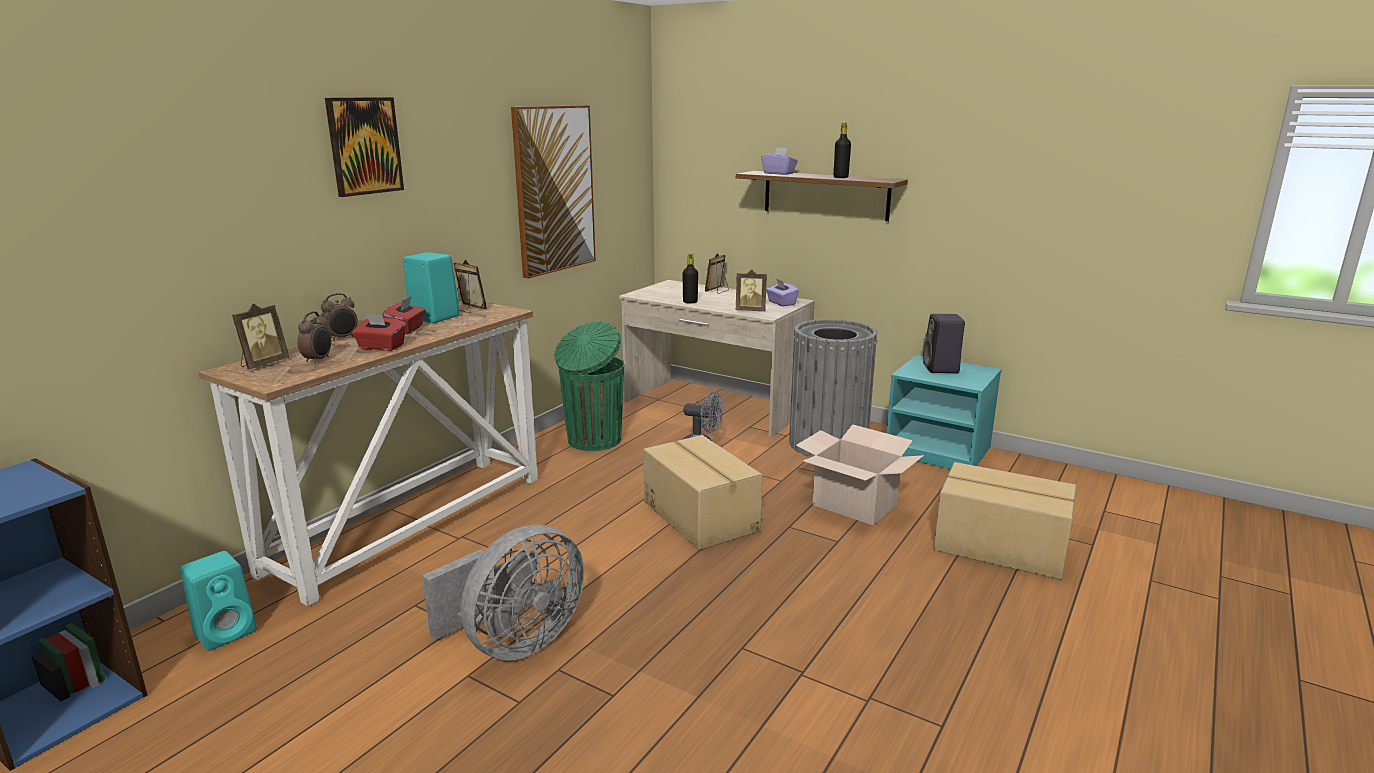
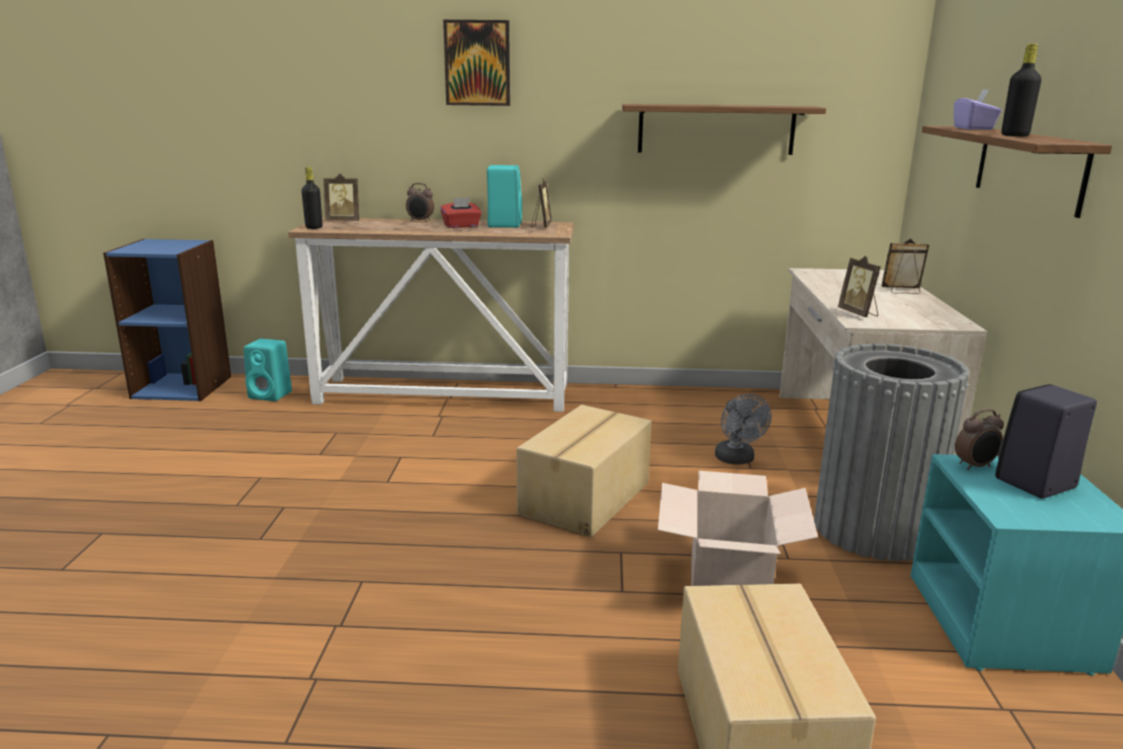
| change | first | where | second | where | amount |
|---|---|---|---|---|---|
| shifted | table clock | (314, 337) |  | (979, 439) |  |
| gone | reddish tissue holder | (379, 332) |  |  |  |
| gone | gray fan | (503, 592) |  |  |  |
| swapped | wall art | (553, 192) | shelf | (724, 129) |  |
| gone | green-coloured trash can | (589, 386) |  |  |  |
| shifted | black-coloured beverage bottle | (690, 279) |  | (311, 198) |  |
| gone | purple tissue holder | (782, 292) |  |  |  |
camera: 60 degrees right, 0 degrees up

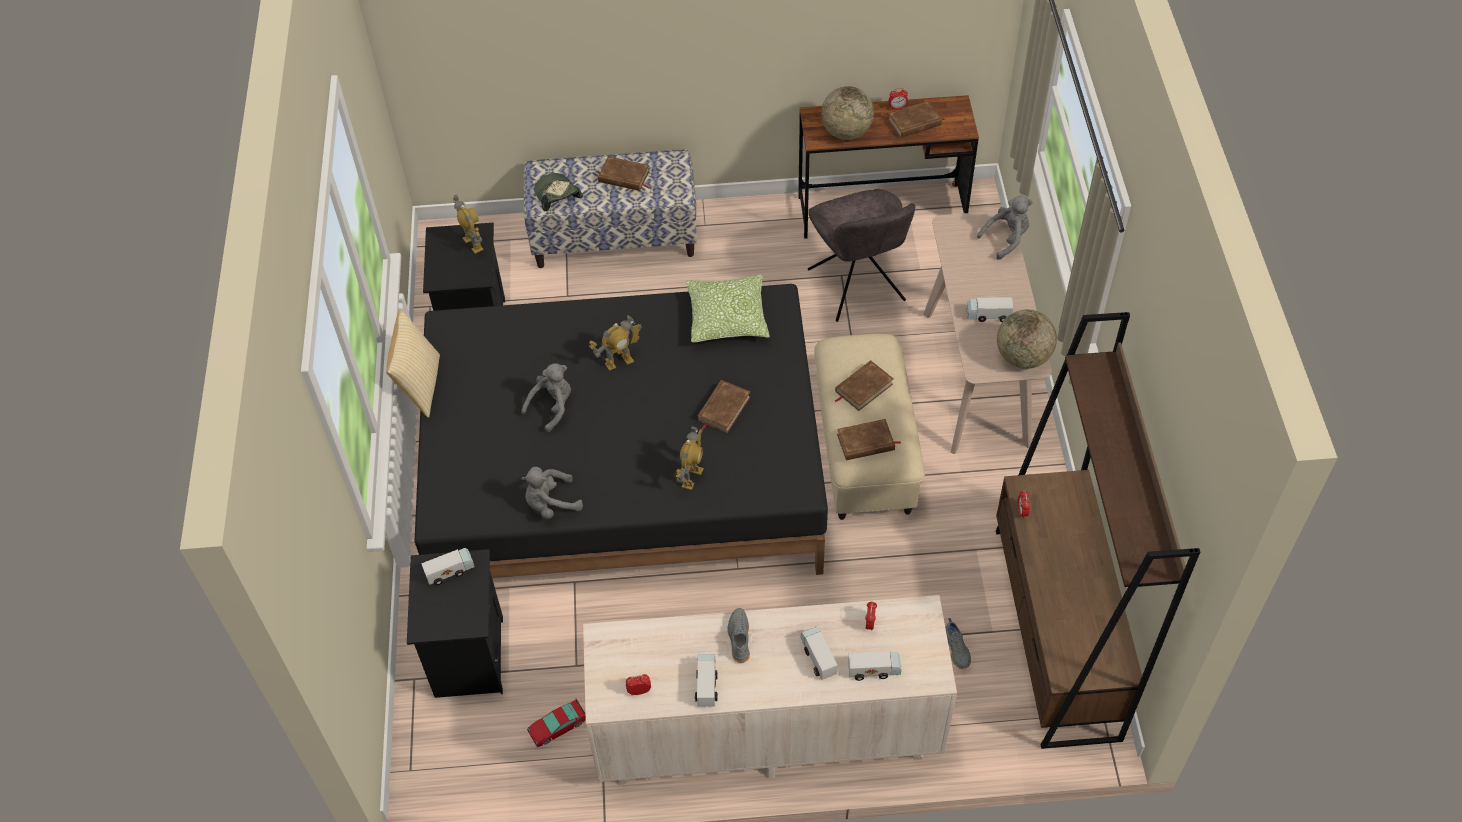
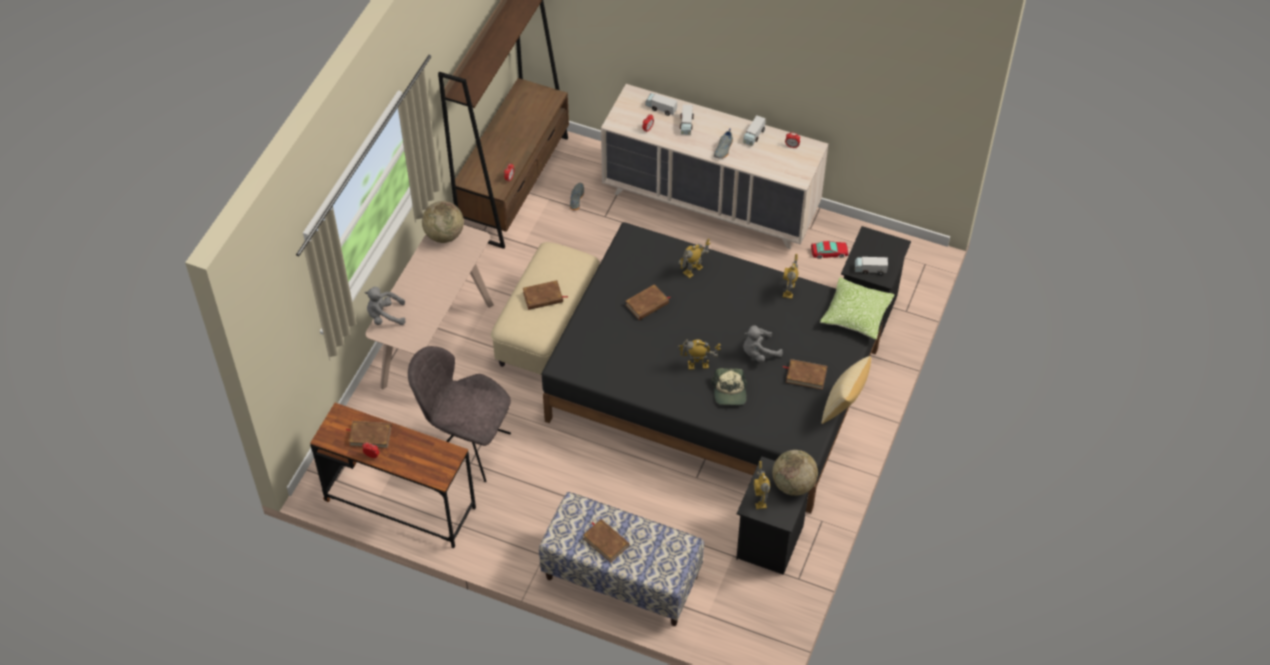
| change | first | where | second | where | amount |
|---|---|---|---|---|---|
| swapped | gray plush toy | (552, 493) | robot figure | (790, 276) |  |
| shifted | peaked cap | (558, 192) |  | (728, 386) |  |
| shifted | throw pillow | (728, 308) |  | (857, 308) |  |
| rotated | gray upright chair | (861, 255) |  | (459, 414) | 75 degrees counterclockwise |
| shifted | desk globe | (847, 113) |  | (795, 473) |  |
| shifted | brown bound book | (869, 439) |  | (805, 374) |  |
| gone | model truck | (990, 309) |  |  |  |
camera: 155 degrees left, 0 degrees up

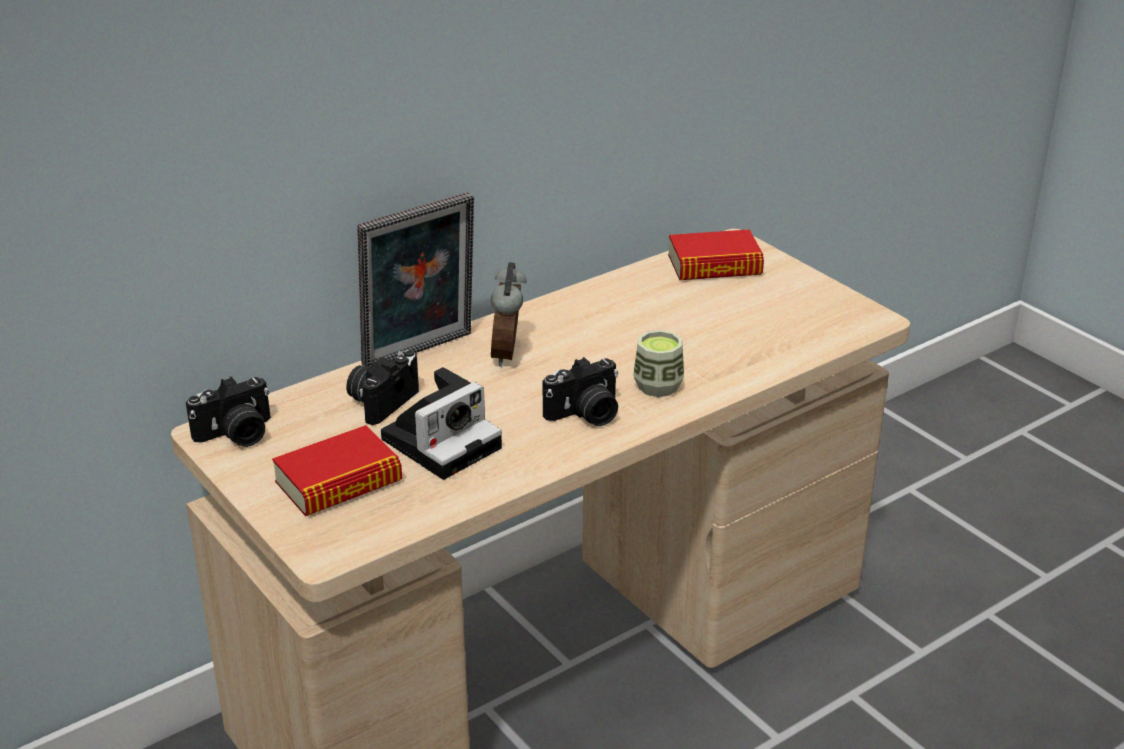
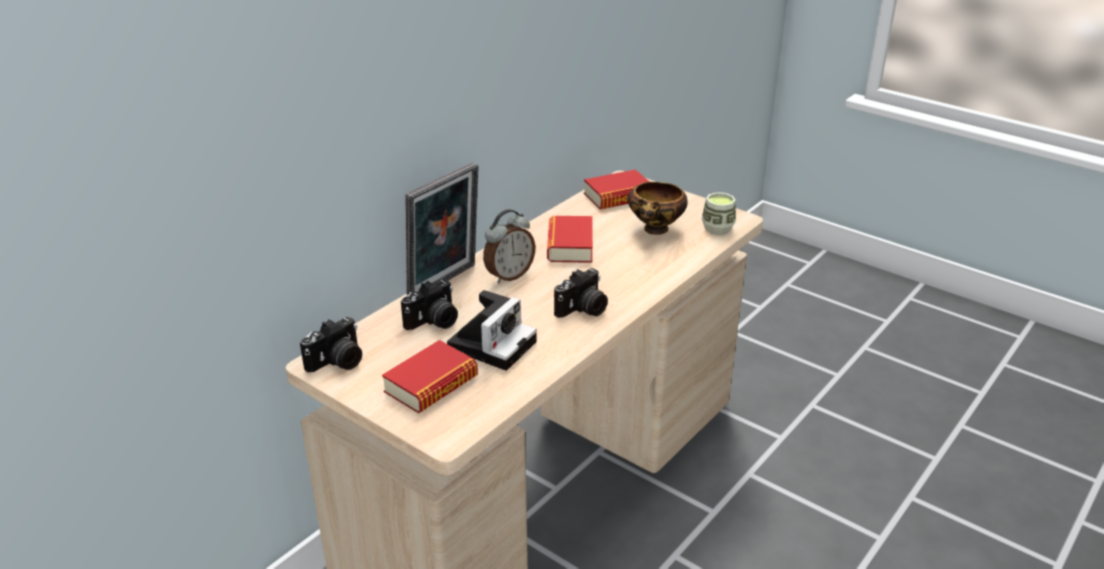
| change | first | where | second | where | amount |
|---|---|---|---|---|---|
| rotated | photo camera | (382, 387) |  | (429, 304) | 150 degrees counterclockwise |
| rotated | table clock | (508, 314) |  | (509, 246) | 120 degrees counterclockwise |
| shifted | drinking cup | (658, 363) |  | (719, 213) |  |
| new |  |  | bound book | (570, 239) |  |
| new |  |  | deep dish | (658, 208) |  |
camera: 15 degrees left, 0 degrees up

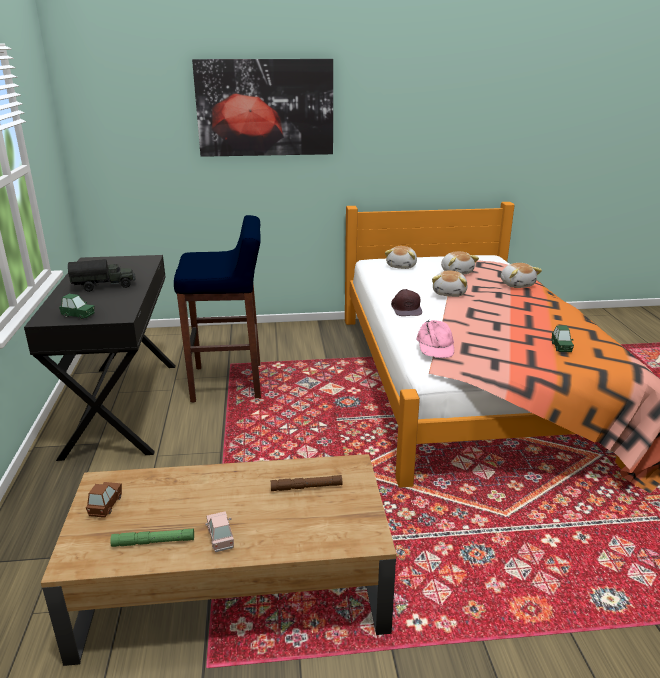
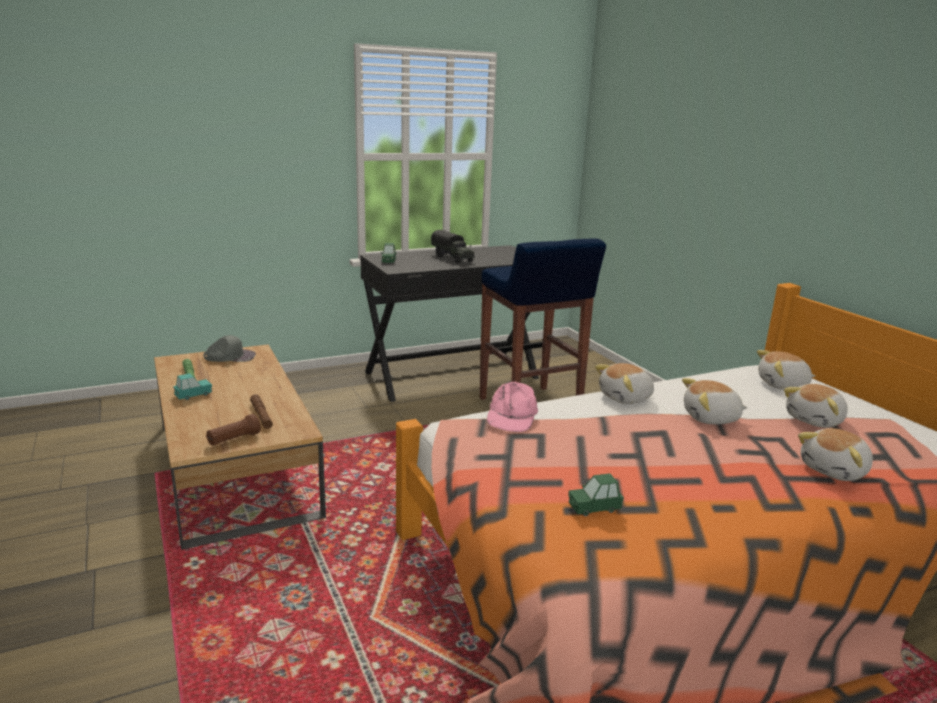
| change | first | where | second | where | amount |
|---|---|---|---|---|---|
| swapped | brown model car | (104, 500) | gray peaked cap | (229, 348) |  |
| gone | wall art | (262, 108) |  |  |  |
| repainted | pink-coloured model car | (219, 531) | turquoise model car | (192, 386) |  |
| swapped | brown peaked cap | (406, 302) | plush toy | (624, 383) |  |
| rotated | pink-coloured peaked cap | (435, 338) |  | (512, 406) | 60 degrees counterclockwise |
| new |  |  | brown hand torch | (233, 429) |  |
camera: 70 degrees right, 5 degrees down

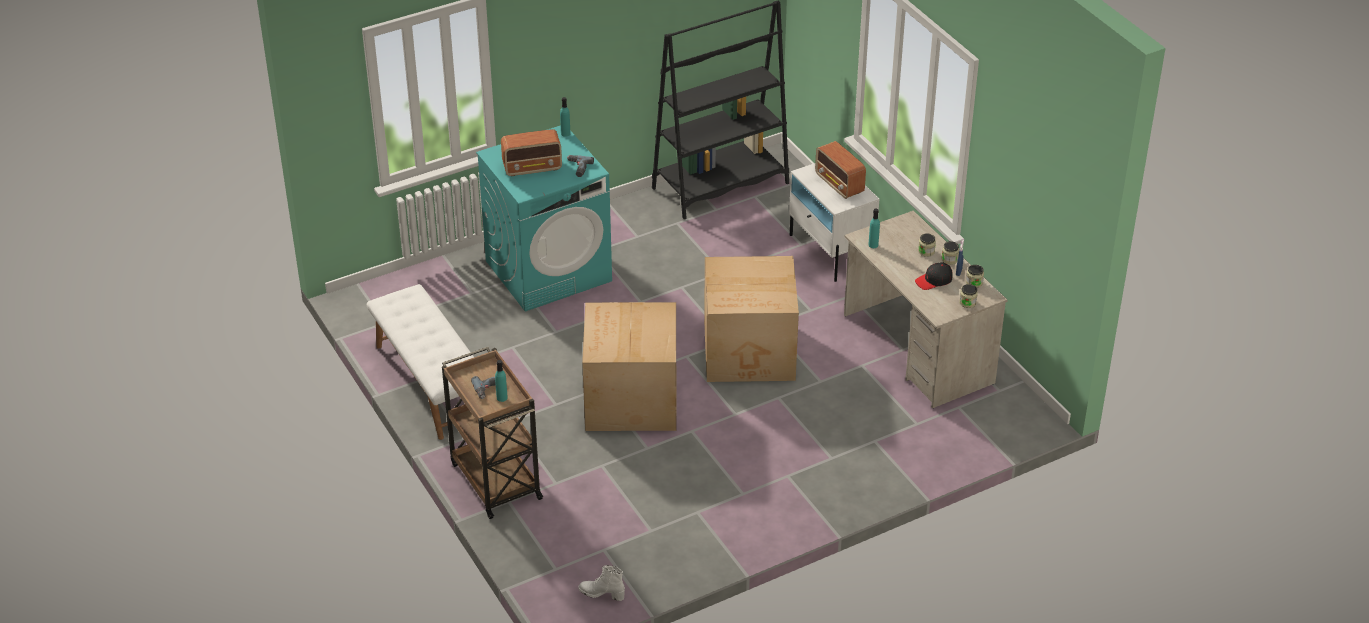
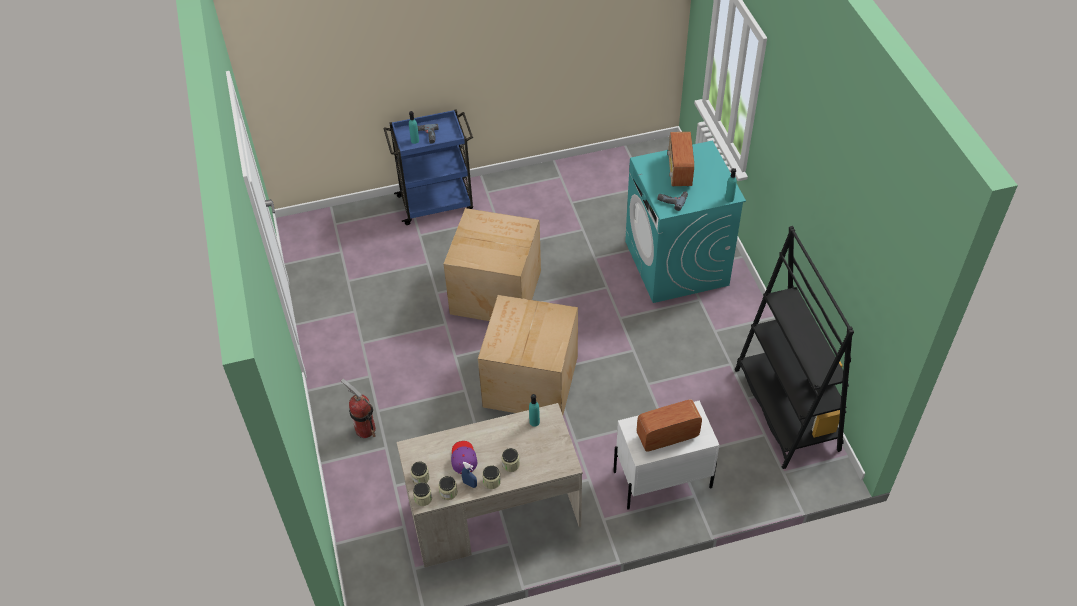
| change | first | where | second | where | amount |
|---|---|---|---|---|---|
| gone | white bench | (420, 362) |  |  |  |
| repainted | brown trolley | (492, 433) | bluish trolley | (428, 167) |  |
| gone | white boot | (601, 583) |  |  |  |
| repainted | black-coloured peaked cap | (933, 276) | purple peaked cap | (464, 457) |  |
| new |  |  | fire extinguisher | (358, 408) |  |
| new |  |  | preserve jar | (422, 494) |  |
camera: 105 degrees right, 10 degrees up

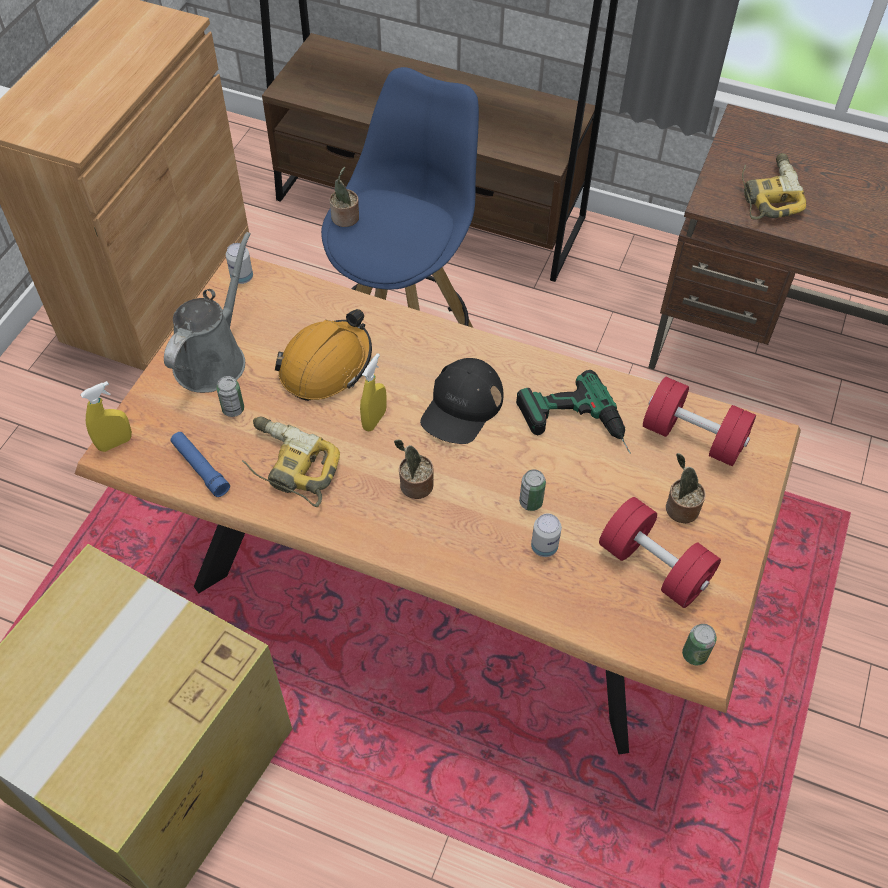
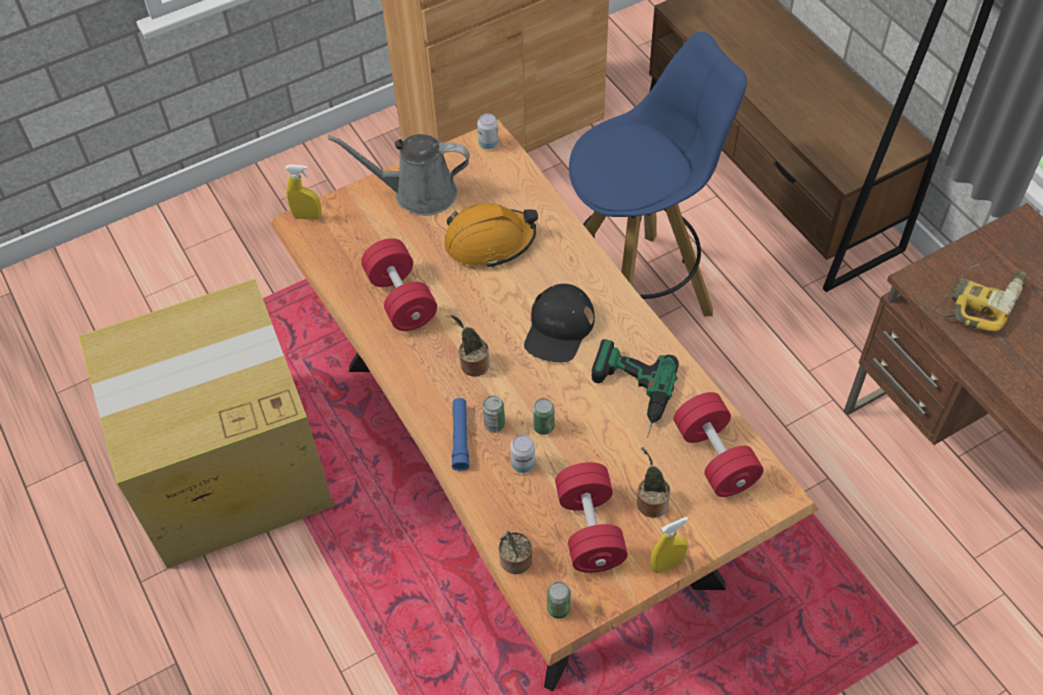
| change | first | where | second | where | amount |
|---|---|---|---|---|---|
| rotated | gray watering can | (207, 312) |  | (399, 175) | 150 degrees counterclockwise |
| shifted | bluish hand torch | (200, 464) |  | (460, 434) |  |
| shifted | sealed can | (230, 396) |  | (493, 414) |  |
| swapped | drill | (291, 461) | reddish dumbbell | (399, 284) |  |
| shifted | potted plant | (344, 197) |  | (515, 552) |  |
| shifted | yellowish hand sprayer | (373, 392) |  | (669, 545) |  |
| rotated | black-coloured peaked cap | (461, 401) |  | (559, 323) | 45 degrees counterclockwise |
camera: 40 degrees right, 0 degrees up

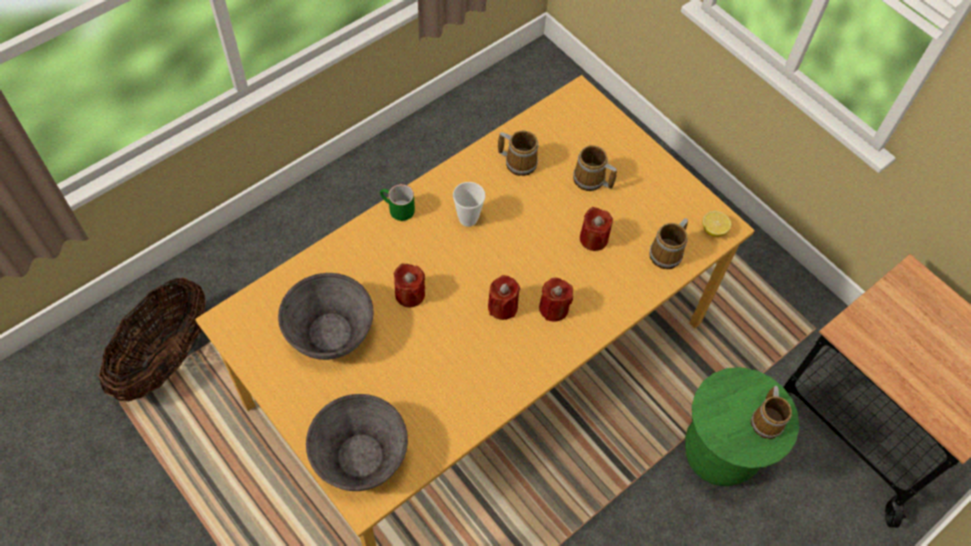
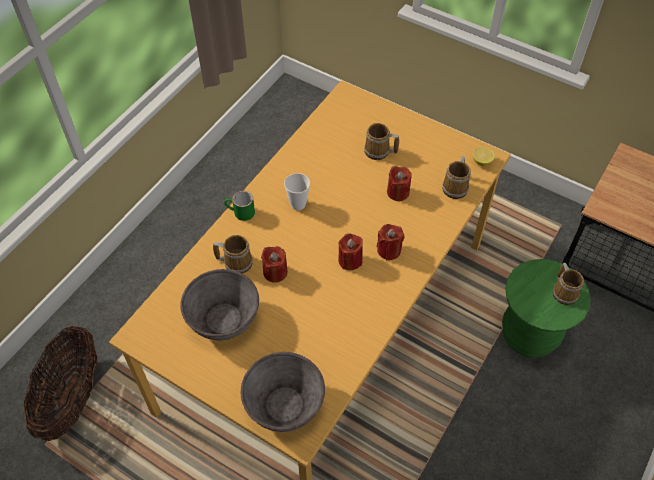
| change | first | where | second | where | amount |
|---|---|---|---|---|---|
| shifted | coffee mug | (518, 153) |  | (233, 254) |  |
camera: 15 degrees left, 5 degrees down

